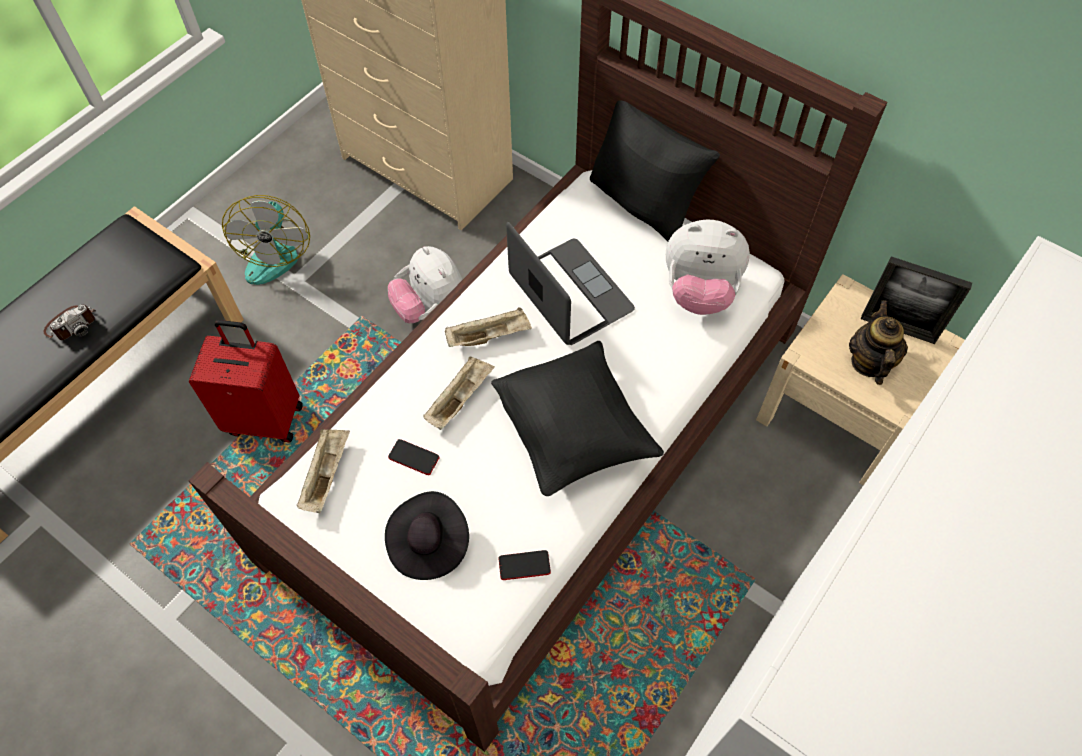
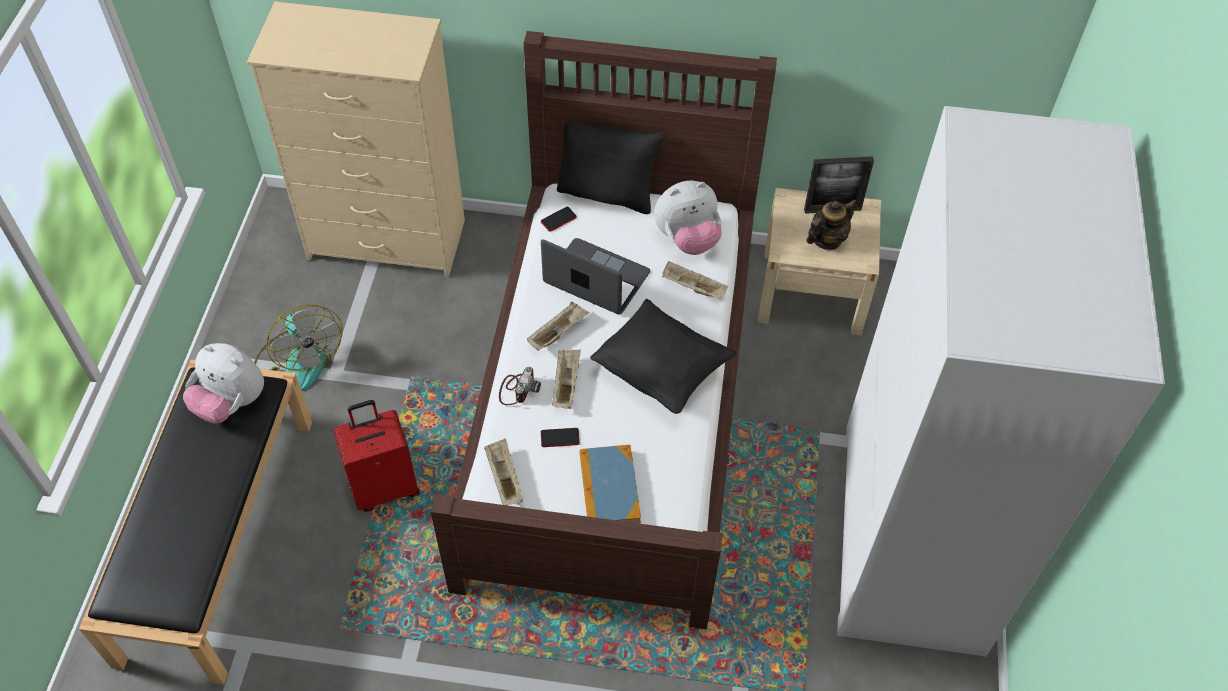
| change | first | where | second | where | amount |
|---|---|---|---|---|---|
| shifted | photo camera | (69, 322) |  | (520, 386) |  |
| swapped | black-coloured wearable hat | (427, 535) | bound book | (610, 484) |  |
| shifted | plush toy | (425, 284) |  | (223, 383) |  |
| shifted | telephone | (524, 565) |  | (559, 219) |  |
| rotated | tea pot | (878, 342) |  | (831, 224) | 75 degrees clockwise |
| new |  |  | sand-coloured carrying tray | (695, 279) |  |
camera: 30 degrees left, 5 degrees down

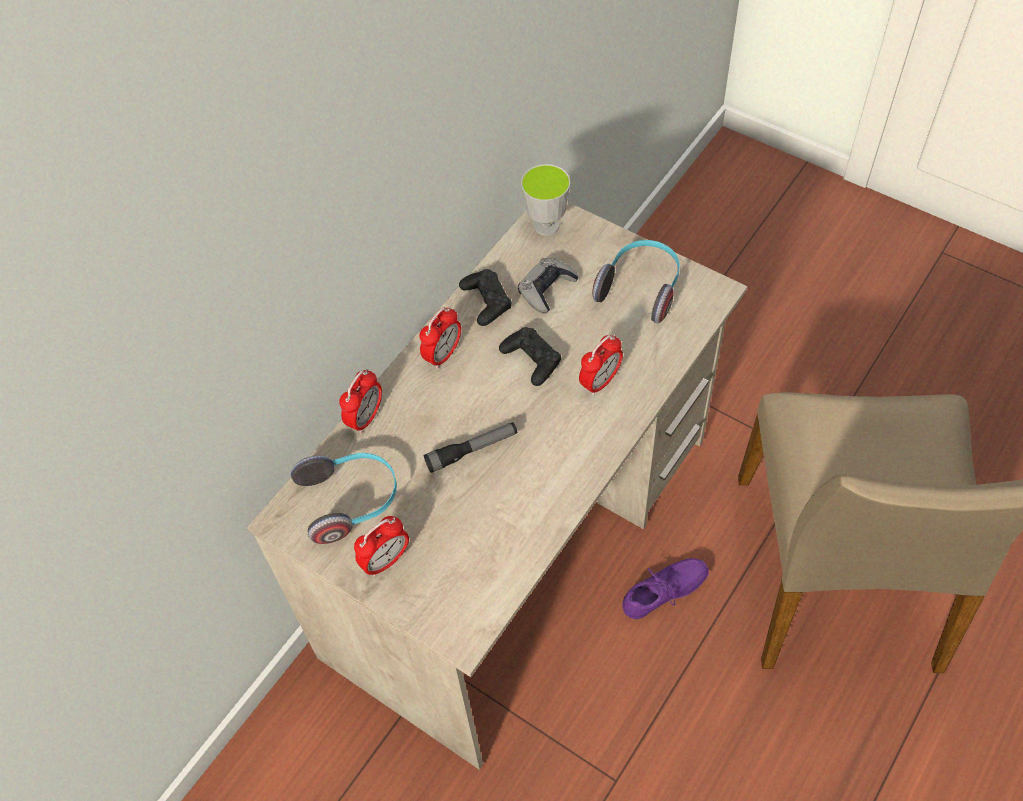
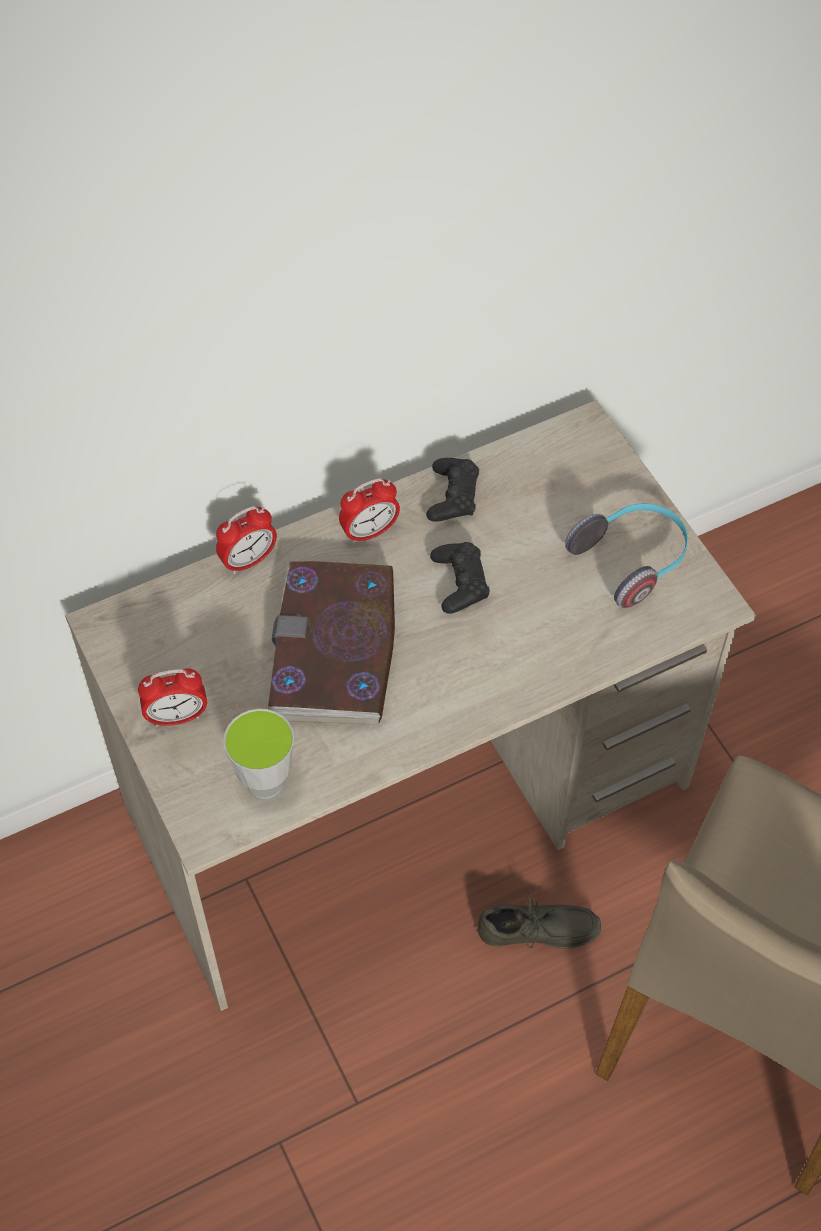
| change | first | where | second | where | amount |
|---|---|---|---|---|---|
| gone | headset | (344, 498) |  |  |  |
| swapped | hand torch | (471, 447) | bound book | (331, 643) |  |
| gone | gray joypad | (548, 286) |  |  |  |
| shifted | drinking cup | (545, 200) |  | (258, 754) |  |
| gone | table clock | (601, 365) |  |  |  |
| repainted | purple shoe | (665, 588) | gray shoe | (539, 921) |  |
camera: 25 degrees right, 0 degrees up

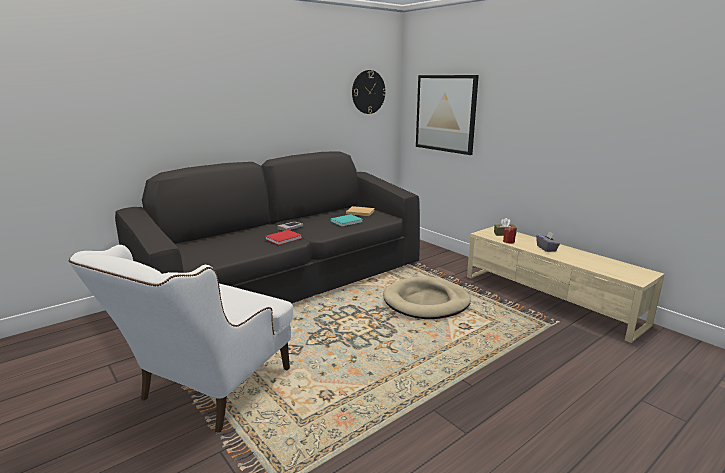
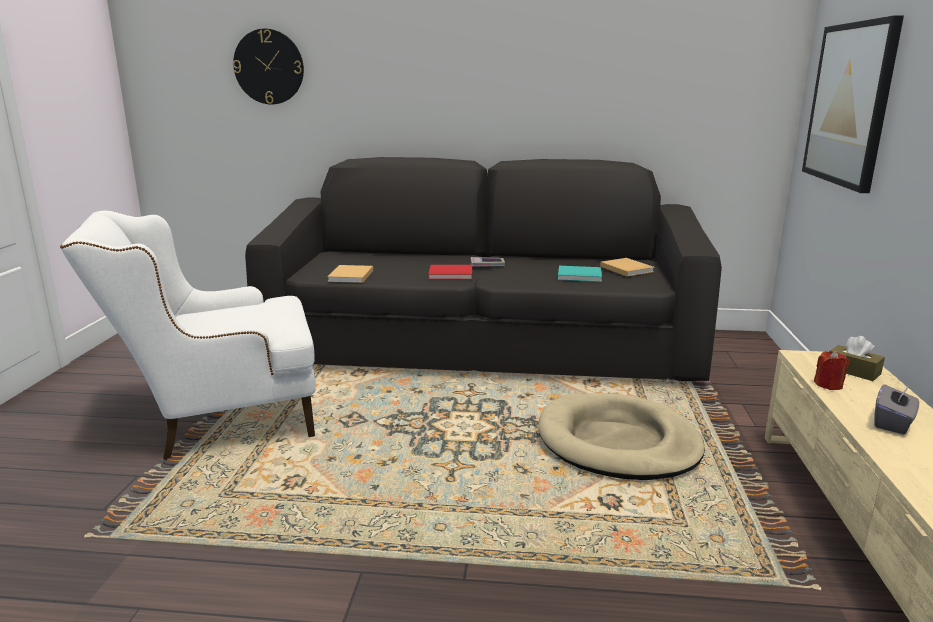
| change | first | where | second | where | amount |
|---|---|---|---|---|---|
| shifted | clock on the wall | (369, 92) |  | (268, 66) |  |
| new |  |  | sand-coloured bound book | (350, 274) |  |
camera: 45 degrees right, 0 degrees up

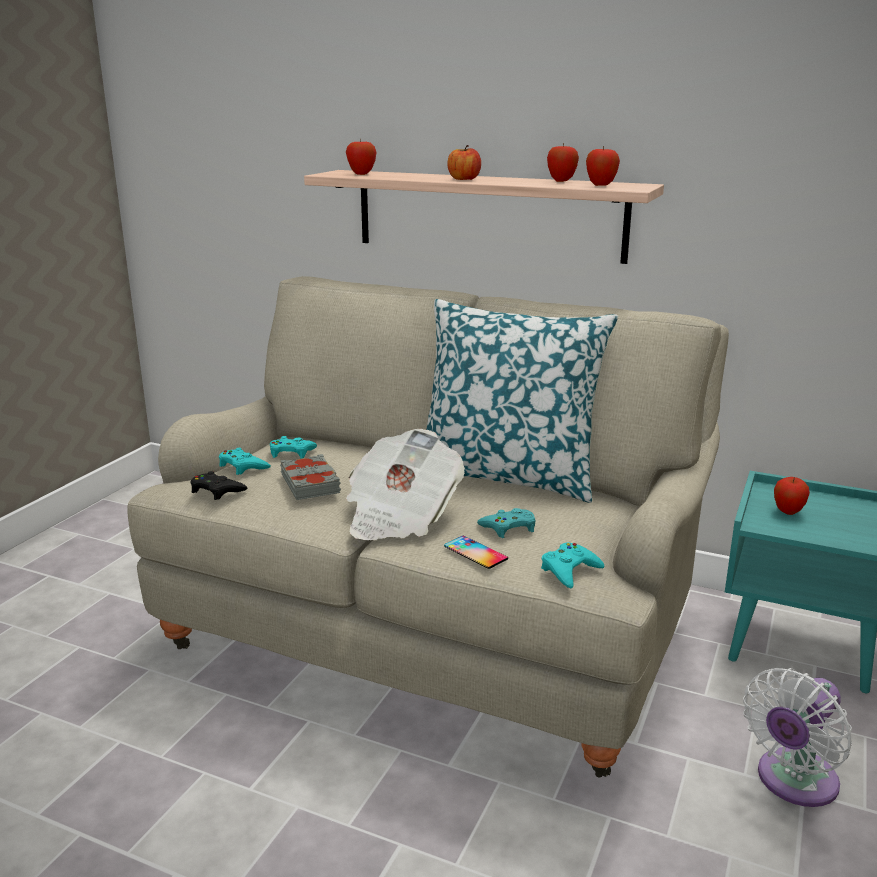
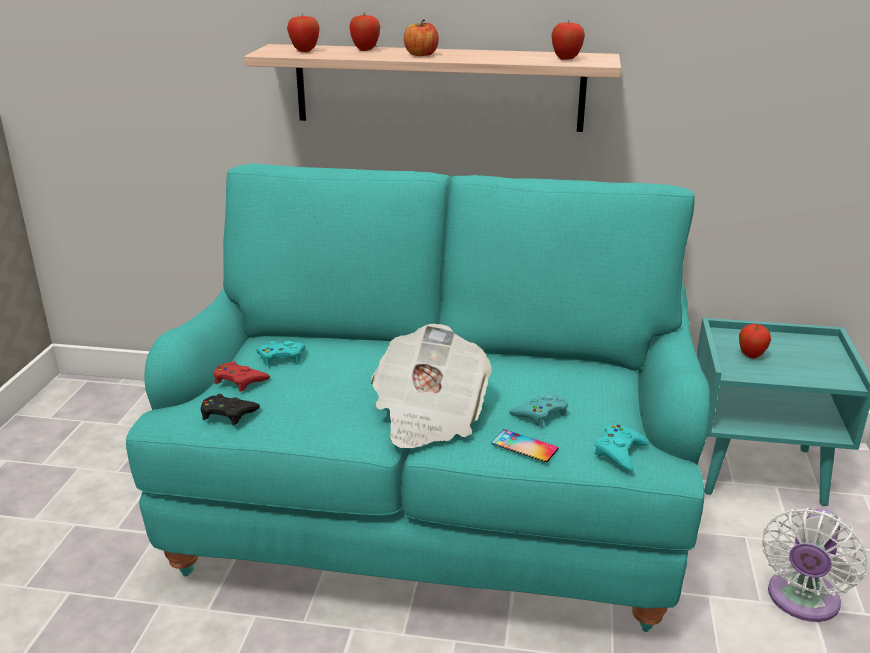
| change | first | where | second | where | amount |
|---|---|---|---|---|---|
| repainted | sand-coloured settee | (428, 526) | turquoise settee | (418, 398) |  |
| repainted | turquoise joypad | (245, 461) | reddish joypad | (241, 376) |  |
| gone | gray bound book | (310, 477) |  |  |  |
| gone | throw pillow | (522, 401) |  |  |  |
| shifted | apple | (563, 162) |  | (364, 32) |  |
camera: 15 degrees left, 5 degrees up

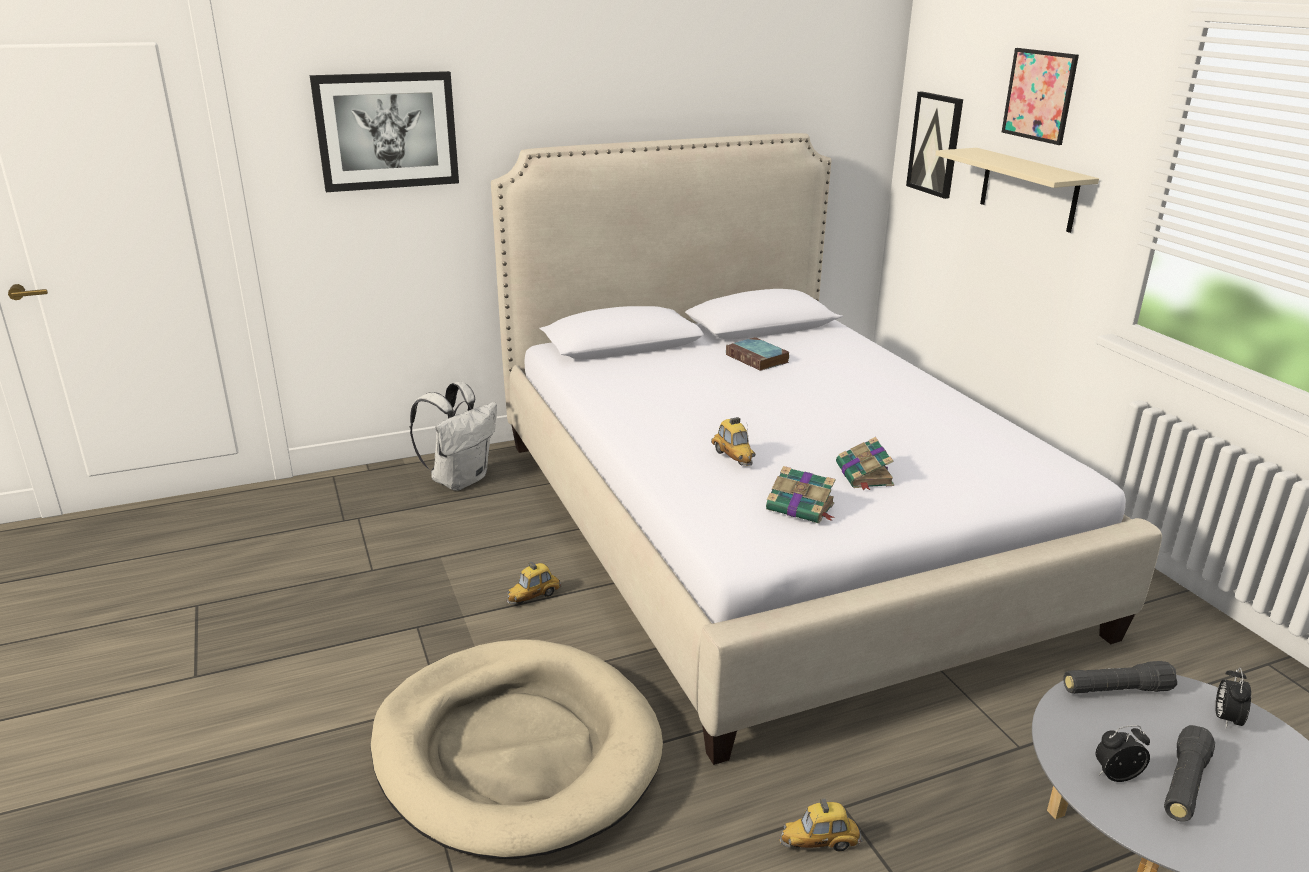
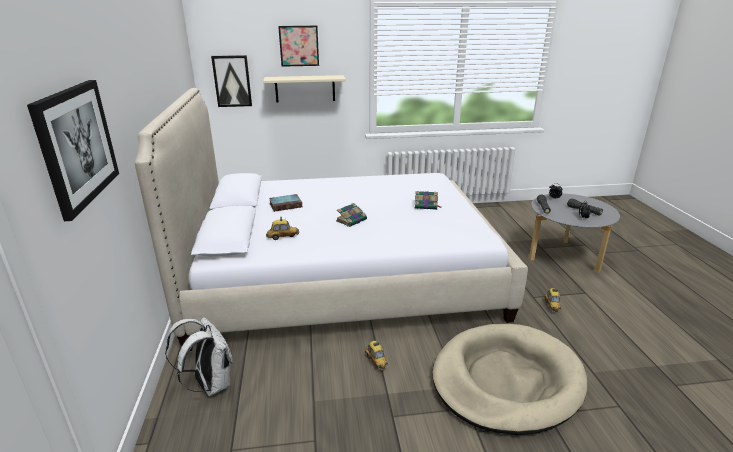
| change | first | where | second | where | amount |
|---|---|---|---|---|---|
| shifted | model car | (733, 441) |  | (282, 228) |  |
| shifted | bound book | (800, 494) |  | (351, 215) |  |
camera: 75 degrees left, 0 degrees up

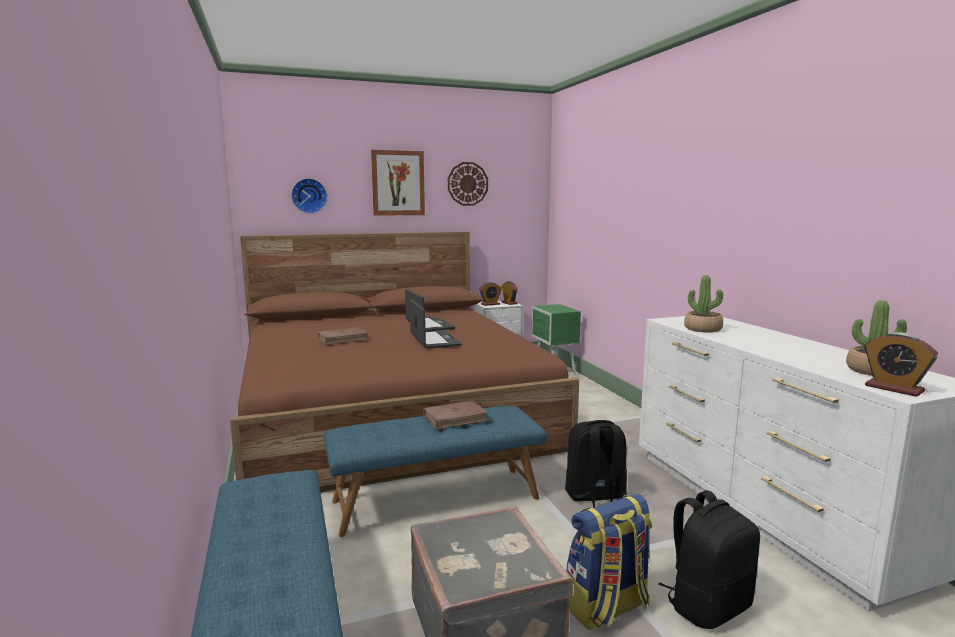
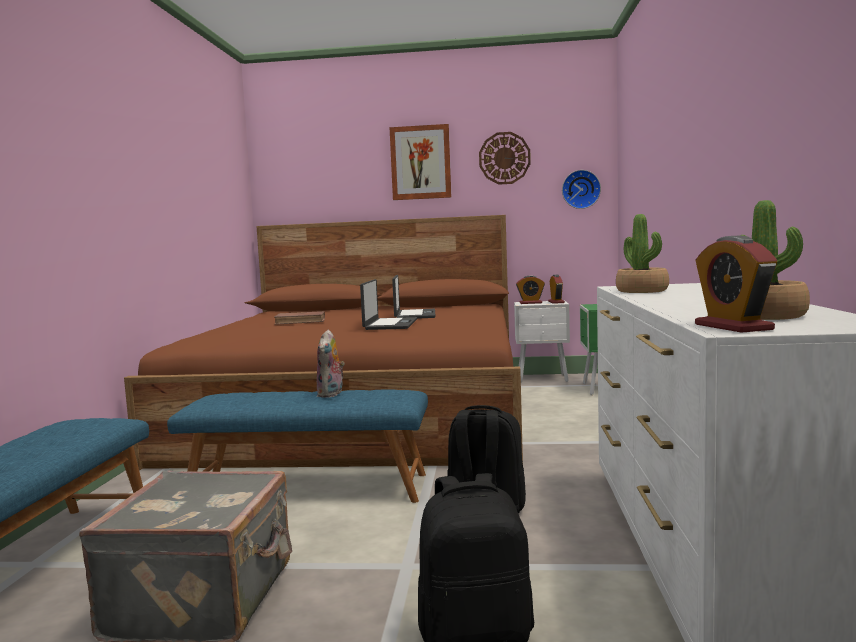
| change | first | where | second | where | amount |
|---|---|---|---|---|---|
| shifted | clock on the wall | (309, 196) |  | (581, 189) |  |
| swapped | brown bound book | (456, 415) | plush toy | (331, 363) |  |
| gone | knapsack | (609, 562) |  |  |  |
camera: 25 degrees right, 5 degrees down

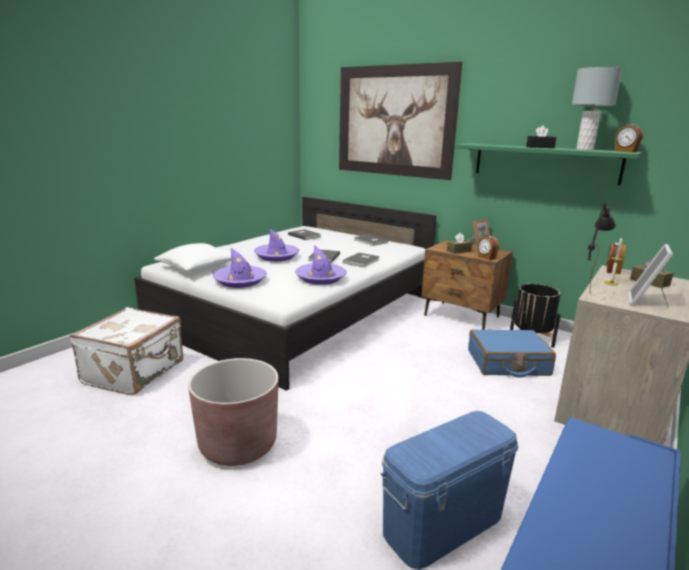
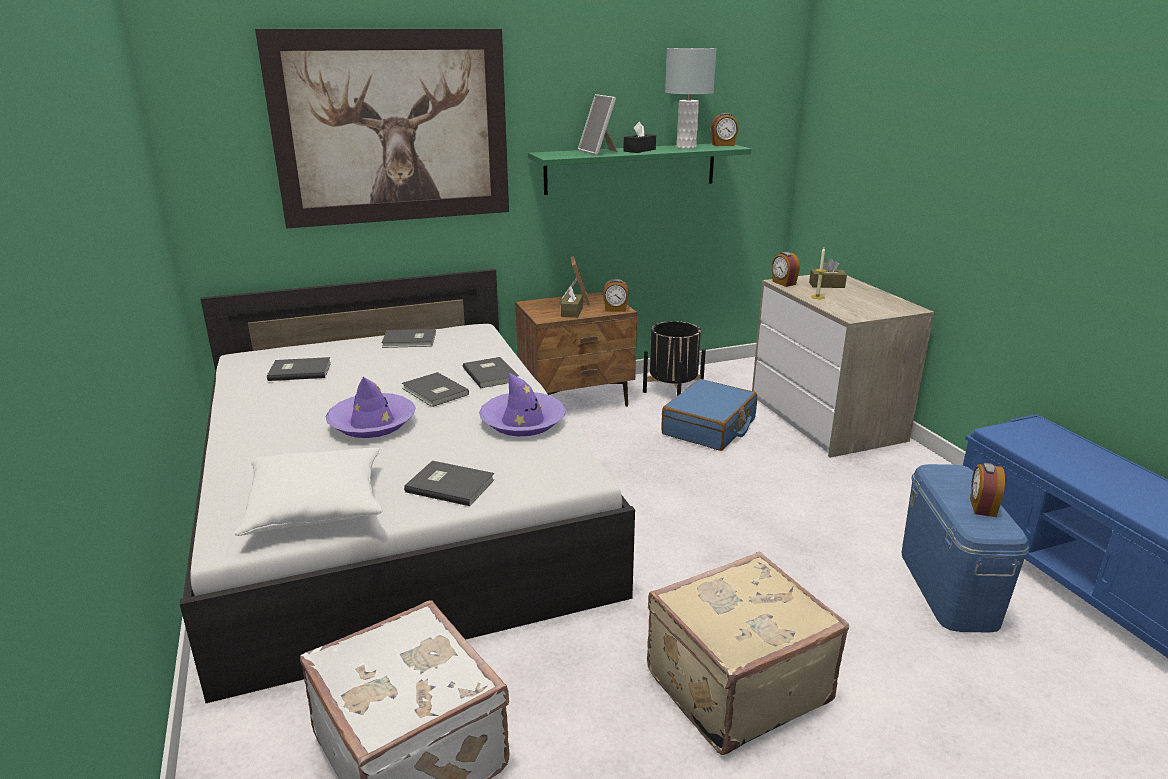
| change | first | where | second | where | amount |
|---|---|---|---|---|---|
| swapped | brown plant pot | (233, 412) | sand-coloured suitcase | (748, 653) |  |
| swapped | purple wearable hat | (240, 268) | gray bound book | (449, 483) |  |
| gone | black-coloured table lamp | (601, 248) |  |  |  |
| shifted | photo frame | (651, 276) |  | (598, 124) |  |
| new |  |  | table clock | (987, 490) |  |
camera: 55 degrees left, 5 degrees up

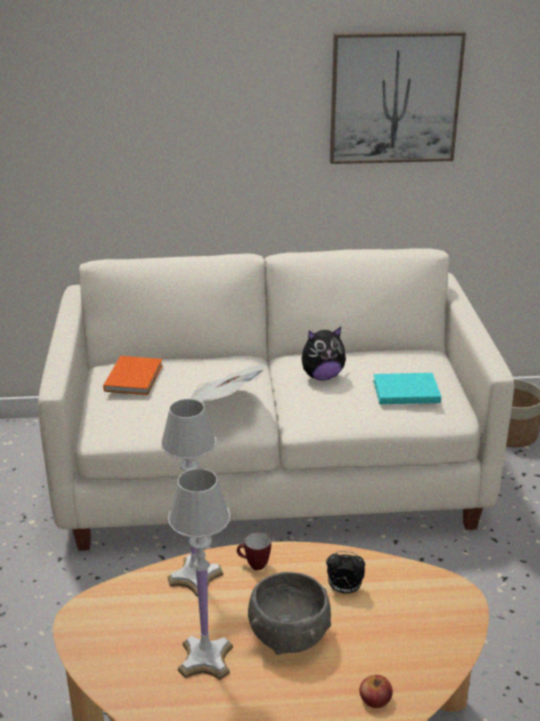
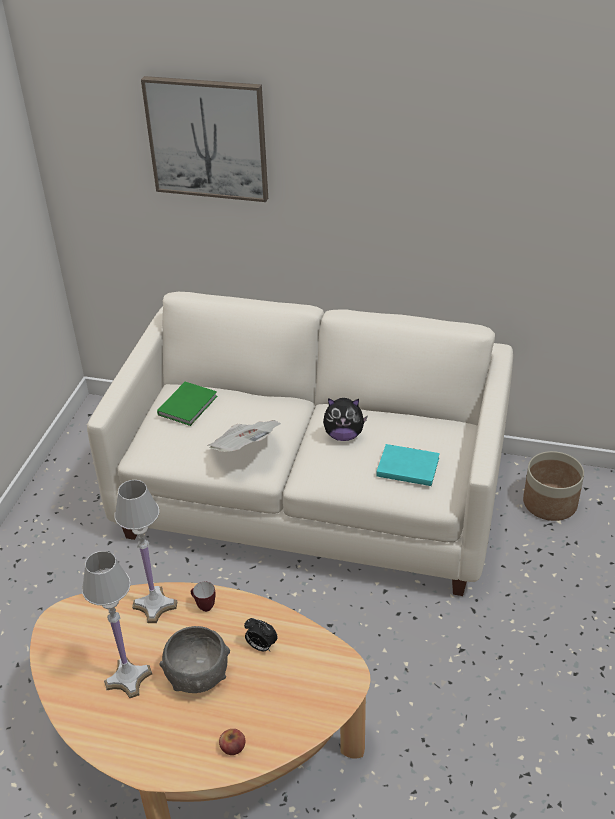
| change | first | where | second | where | amount |
|---|---|---|---|---|---|
| repainted | orange-coloured bound book | (133, 375) | green-coloured bound book | (187, 404) |  |
| shifted | wall art | (398, 97) |  | (204, 139) |  |
camera: 20 degrees right, 10 degrees up

